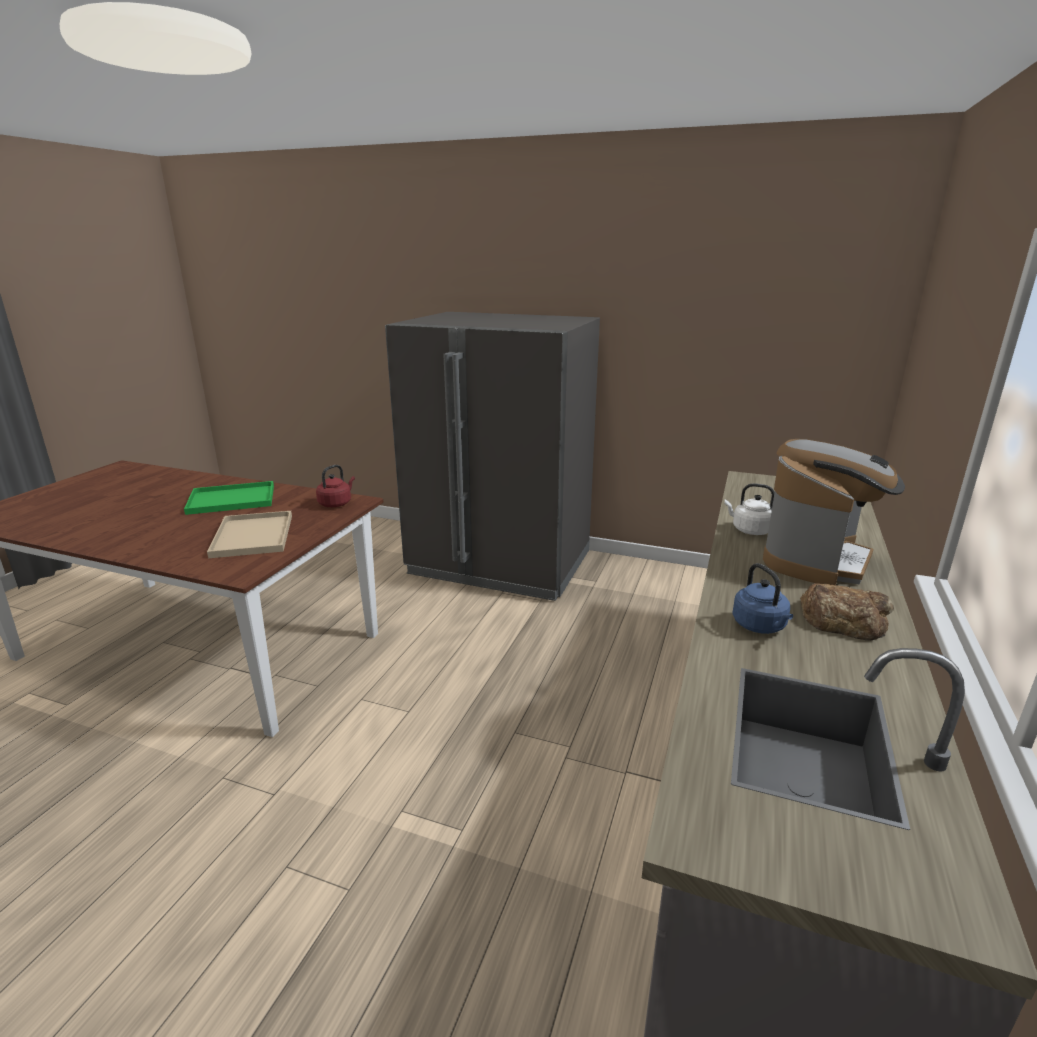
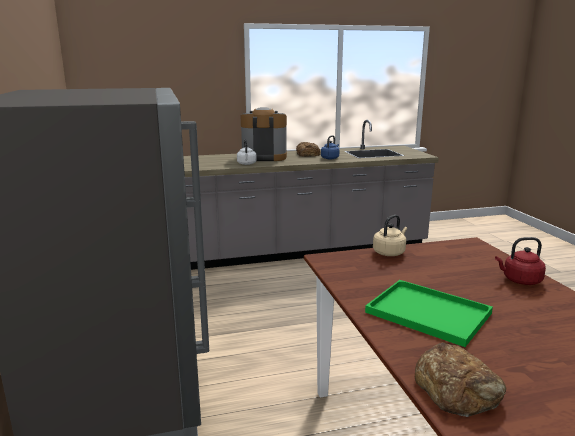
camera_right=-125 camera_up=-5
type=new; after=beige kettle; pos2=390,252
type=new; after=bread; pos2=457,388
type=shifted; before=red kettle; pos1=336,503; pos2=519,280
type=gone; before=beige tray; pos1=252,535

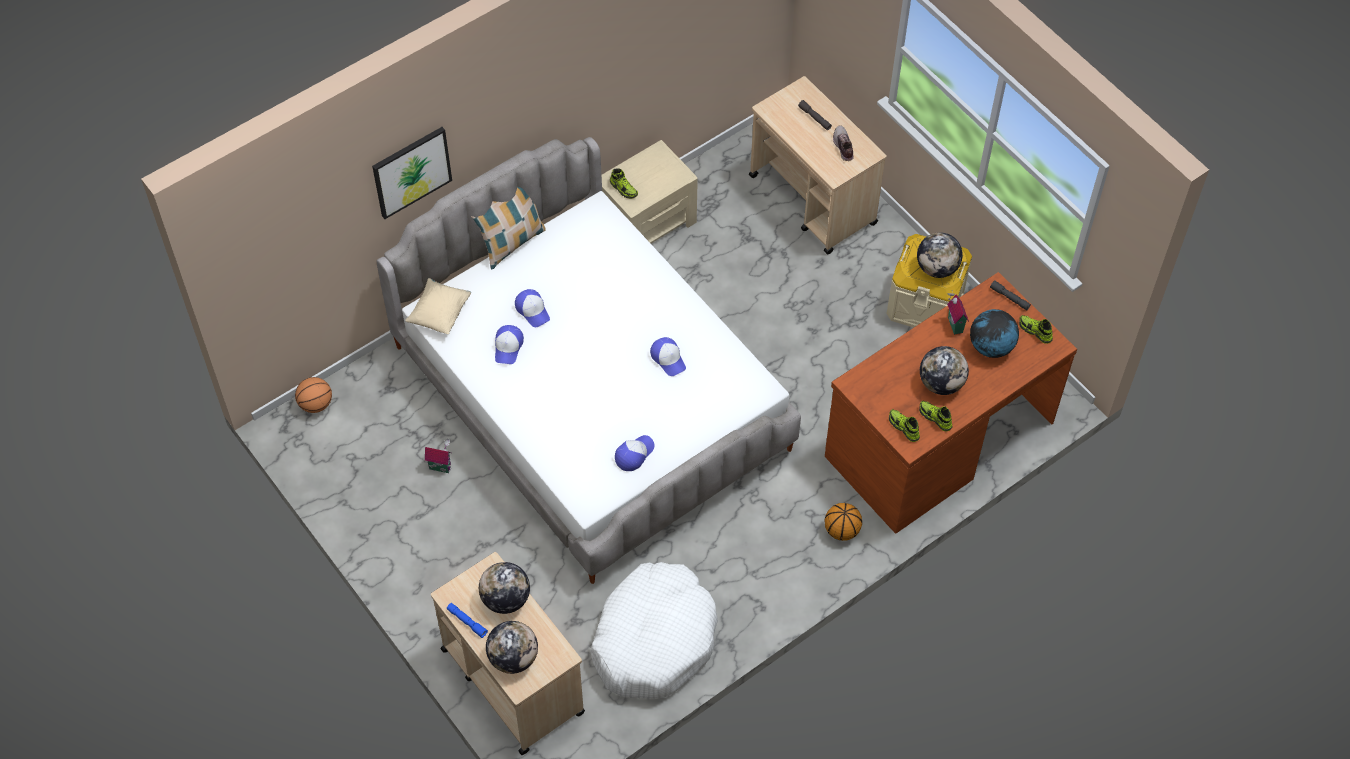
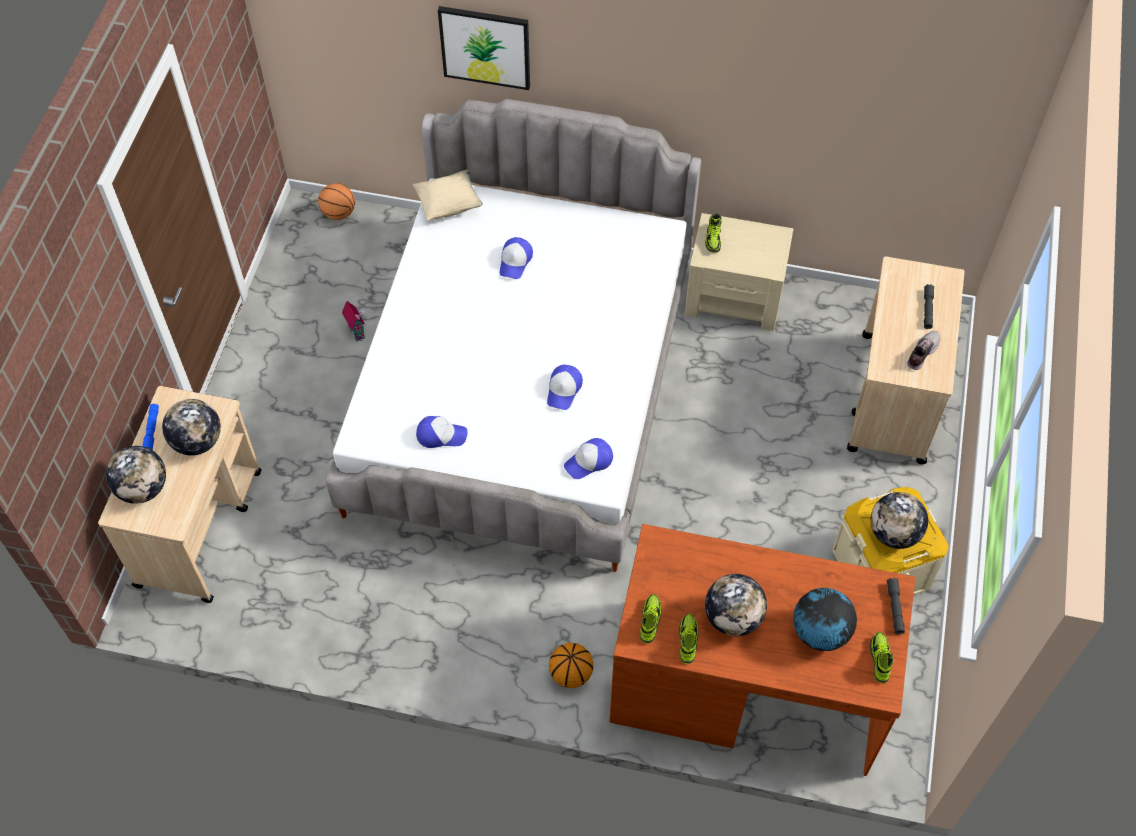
camera_right=50 camera_up=0
type=shifted; before=cap; pos1=508,347; pos2=589,461
type=gone; before=pillow; pos1=511,242
type=gone; before=white dog bed; pos1=654,639
type=gone; before=toy house; pos1=953,325

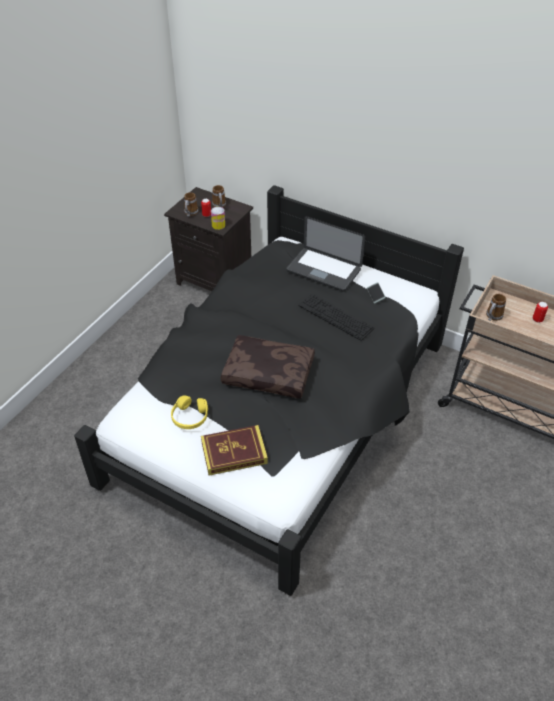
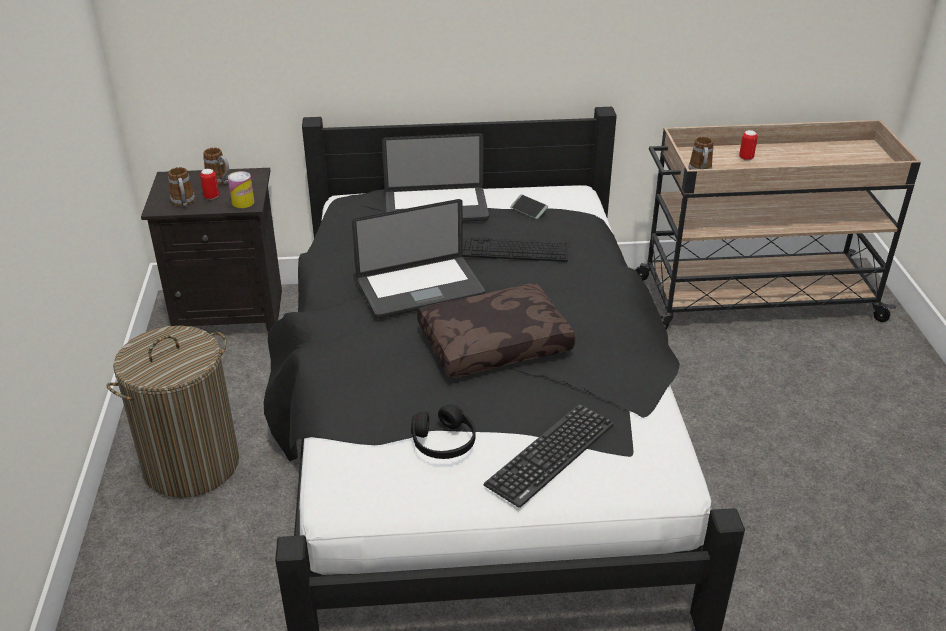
camera_right=-35 camera_up=-10
type=new; after=laundry basket; pos2=192,464
type=new; after=laptop; pos2=420,289
type=repainted; before=yellow headphones; after=black headphones; pos1=190,417; pos2=443,442
type=swapped; before=book; after=keyboard; pos1=234,452; pos2=550,454

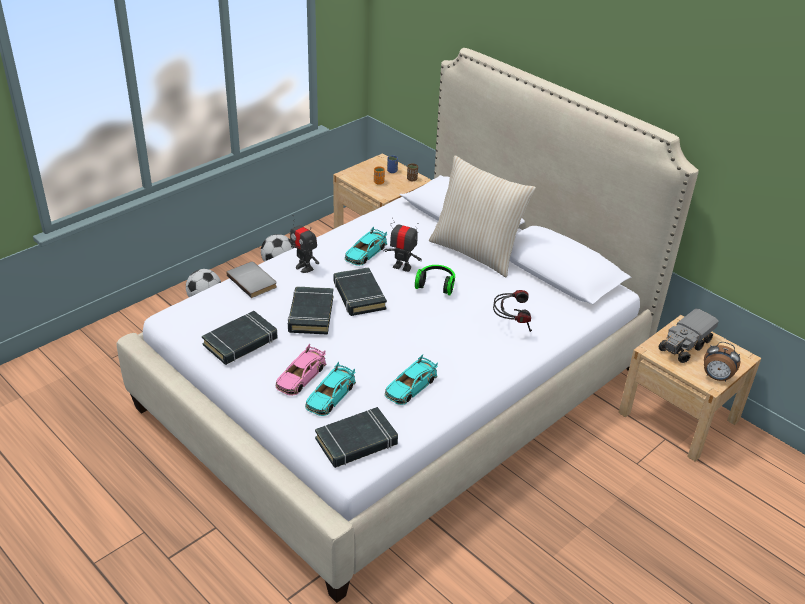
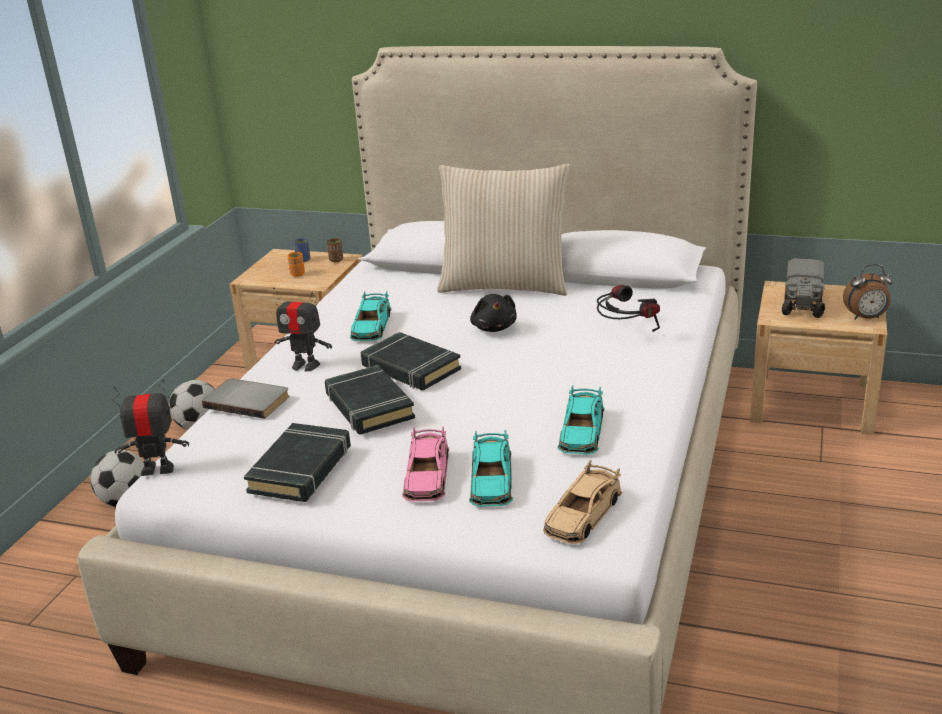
camera_right=-25 camera_up=-10
type=shifted; before=toy robot; pos1=402,267; pos2=157,469
type=swapped; before=headphones; after=black plush toy; pos1=436,285; pos2=494,327
type=swapped; before=black book; after=beige toy car; pos1=356,442; pos2=583,515

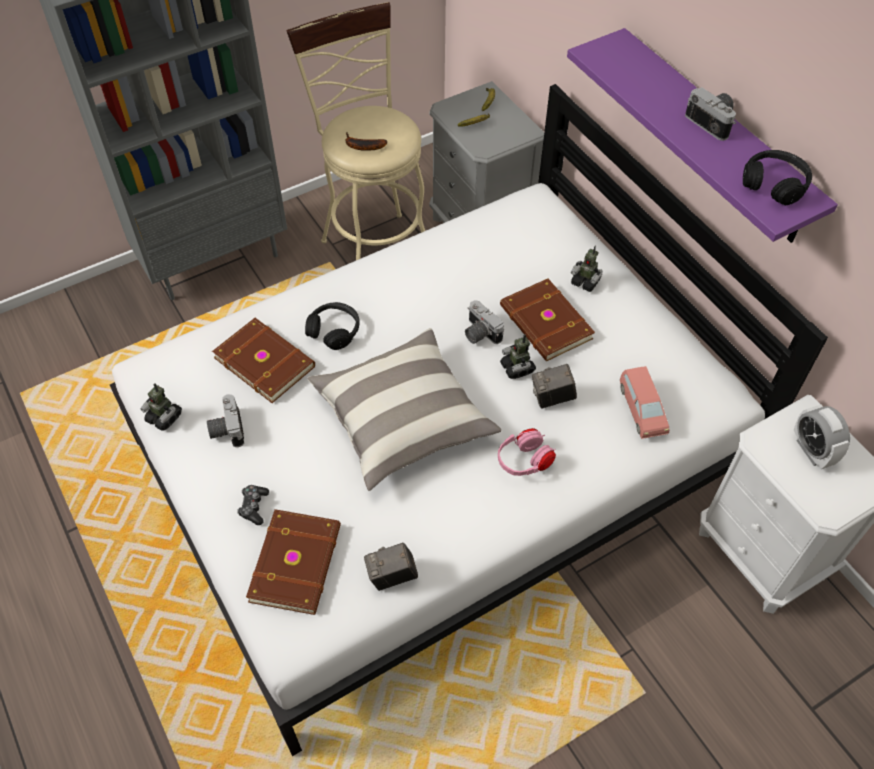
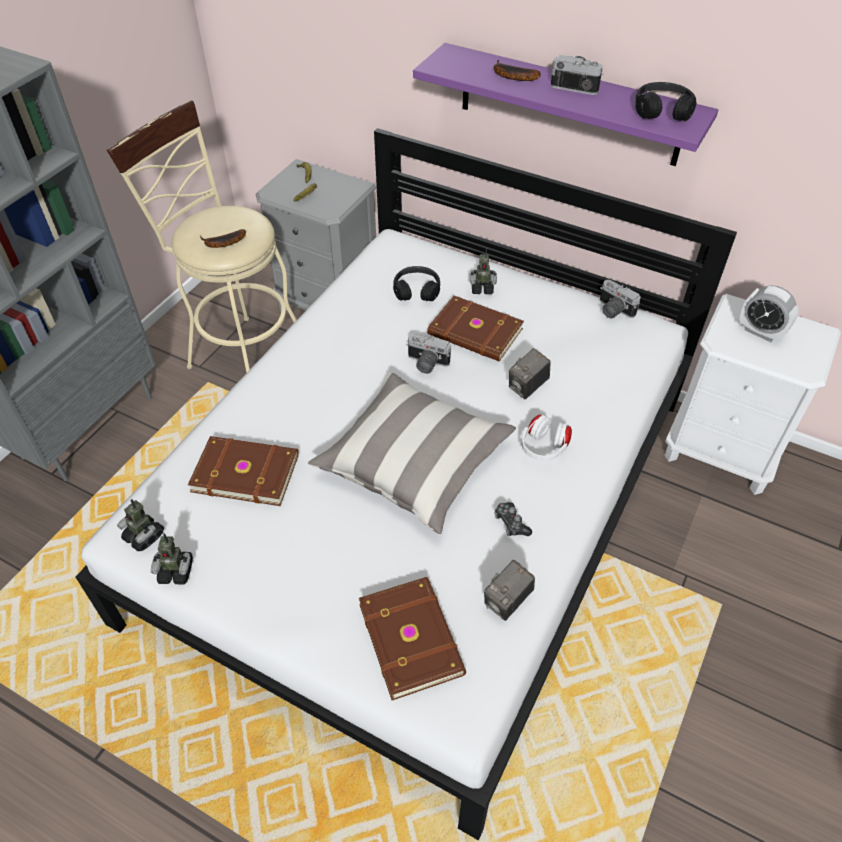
camera_right=-30 camera_up=-5
type=shifted; before=toy robot; pos1=517,368; pos2=144,536
type=shifted; before=black headphones; pos1=334,330; pos2=417,290
type=new; after=banana; pos2=511,76
type=shifted; before=game controller; pos1=254,507; pos2=511,523
type=repainted; before=pink headphones; after=white headphones; pos1=524,461; pos2=544,448
type=shifted; before=photo camera; pos1=226,429; pos2=613,310
type=gone; before=pink toy car; pos1=641,409

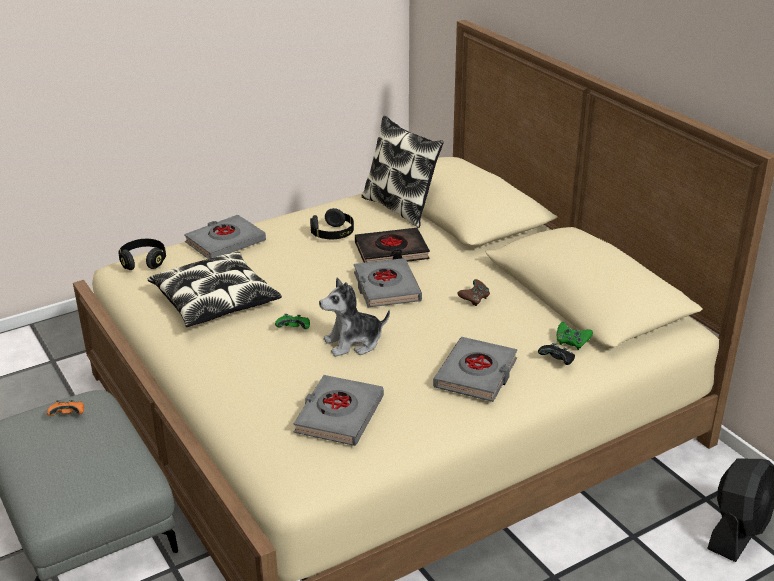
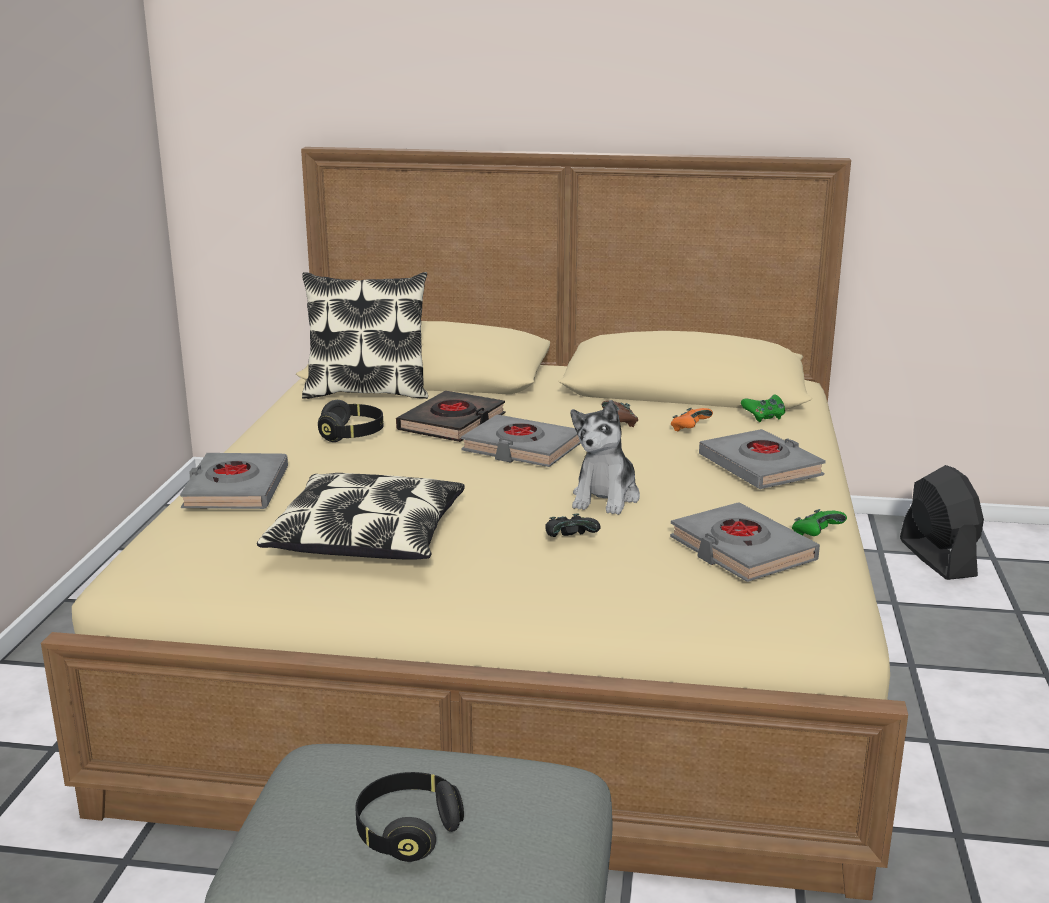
camera_right=-50 camera_up=-10
type=shifted; before=black headphones; pos1=143,262; pos2=407,831
type=shifted; before=black game controller; pos1=557,362; pos2=570,539
type=shifted; before=orange game controller; pos1=68,415; pos2=689,429
type=shifted; before=green game controller; pos1=294,329; pos2=816,536

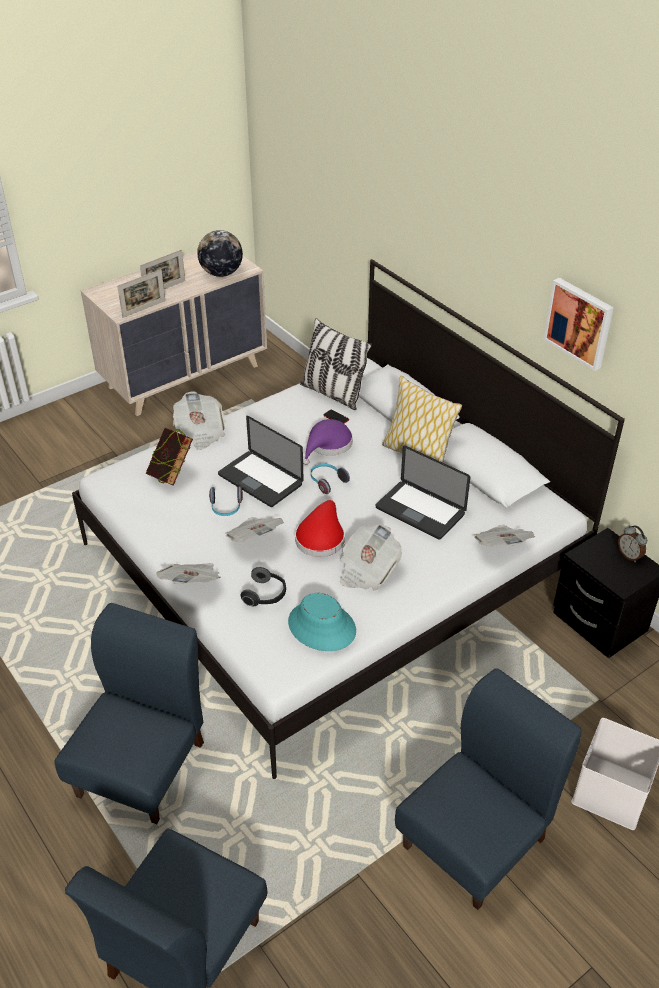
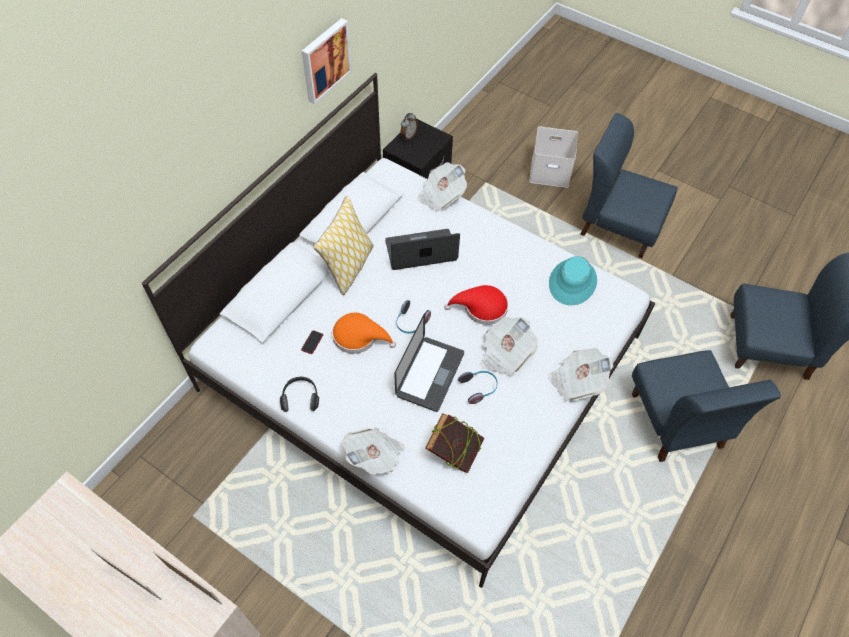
camera_right=-110 camera_up=15
type=shifted; before=headphones; pos1=266,595; pos2=300,398
type=repainted; before=purple hat; after=orange hat; pos1=328,445; pos2=359,336
type=rotated; before=laptop; pos1=420,511; pos2=421,251; turn=-120
type=rotated; before=blue chair; pos1=142,768; pos2=676,421; turn=-105
type=gone; before=globe; pos1=221,273
type=gone; before=pillow; pos1=333,394
type=gone; before=newspaper; pos1=367,570

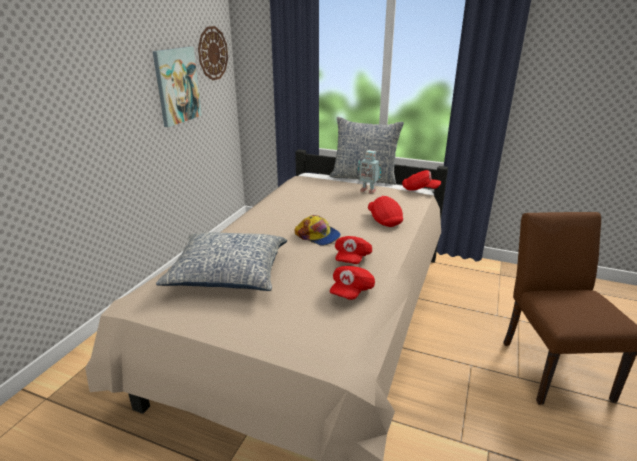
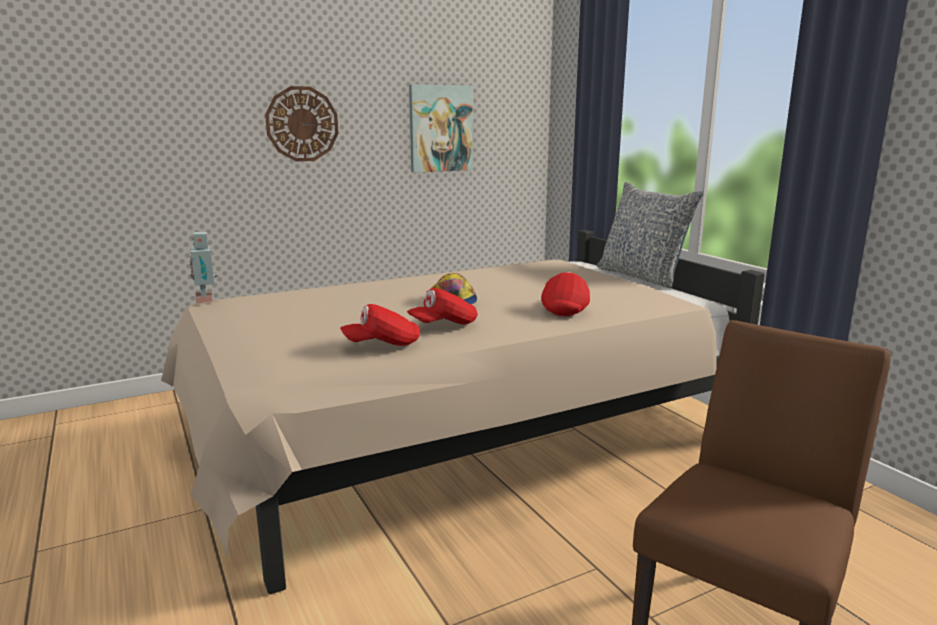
camera_right=40 camera_up=-10
type=shifted; before=toy robot; pos1=368,190; pos2=207,300
type=shifted; before=wall clock; pos1=212,53; pos2=302,124
type=gone; before=pillow; pos1=228,275
type=gone; before=red cap; pos1=420,189

